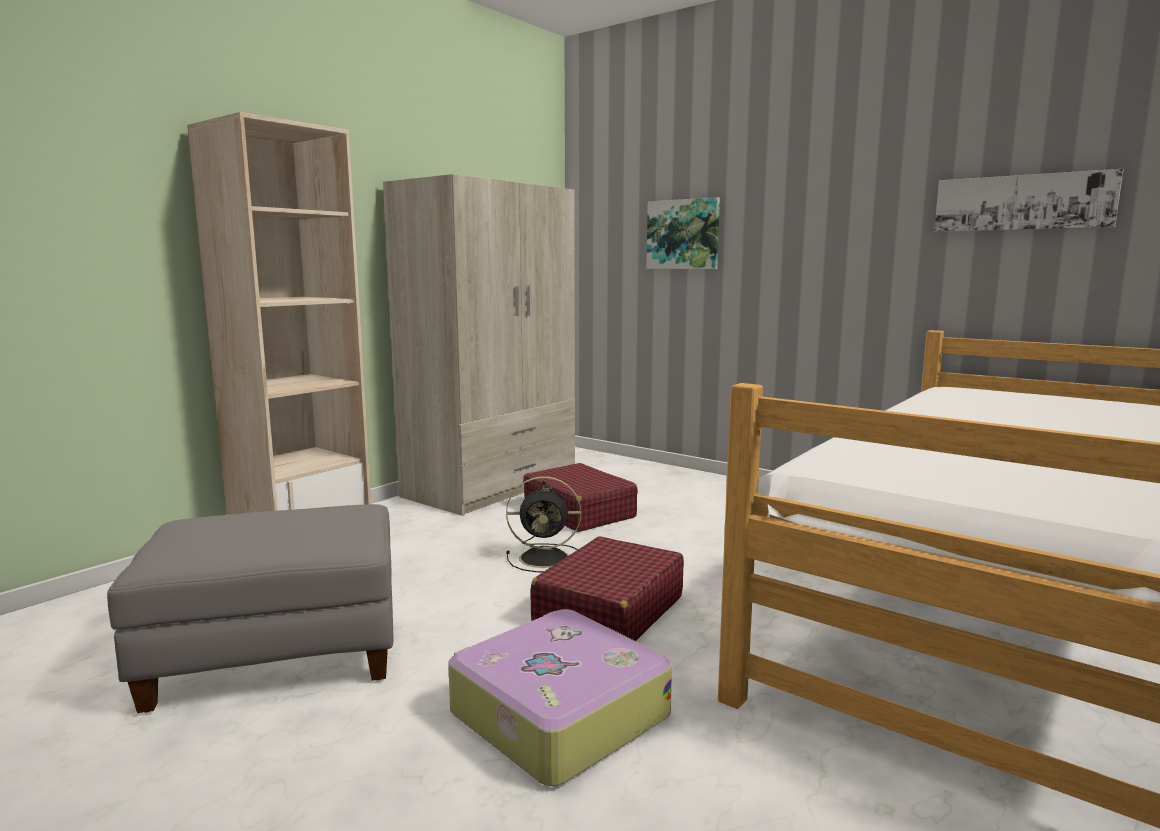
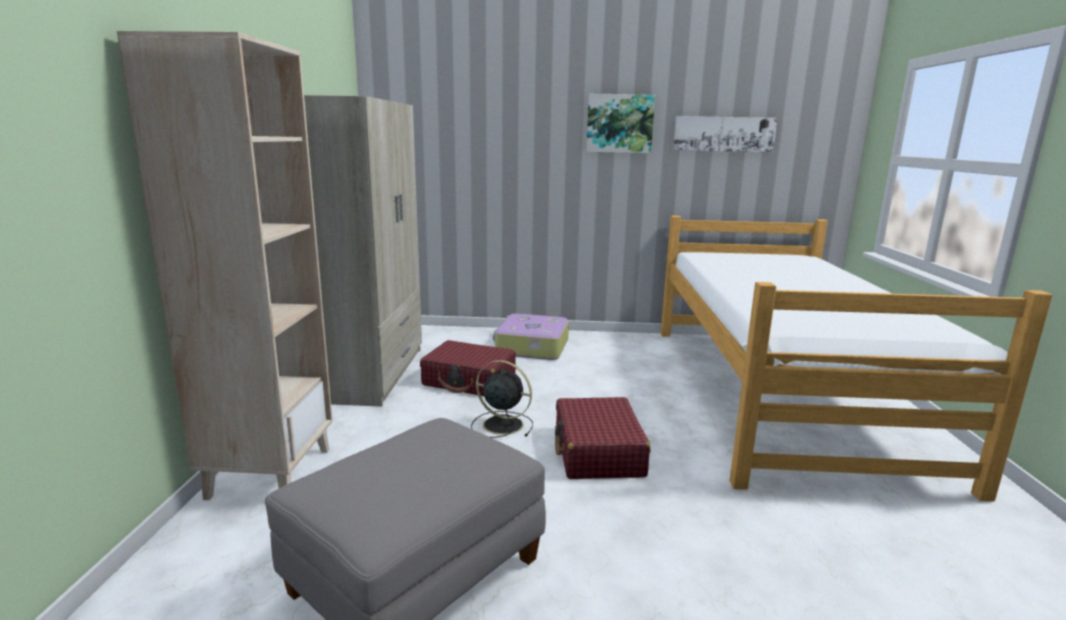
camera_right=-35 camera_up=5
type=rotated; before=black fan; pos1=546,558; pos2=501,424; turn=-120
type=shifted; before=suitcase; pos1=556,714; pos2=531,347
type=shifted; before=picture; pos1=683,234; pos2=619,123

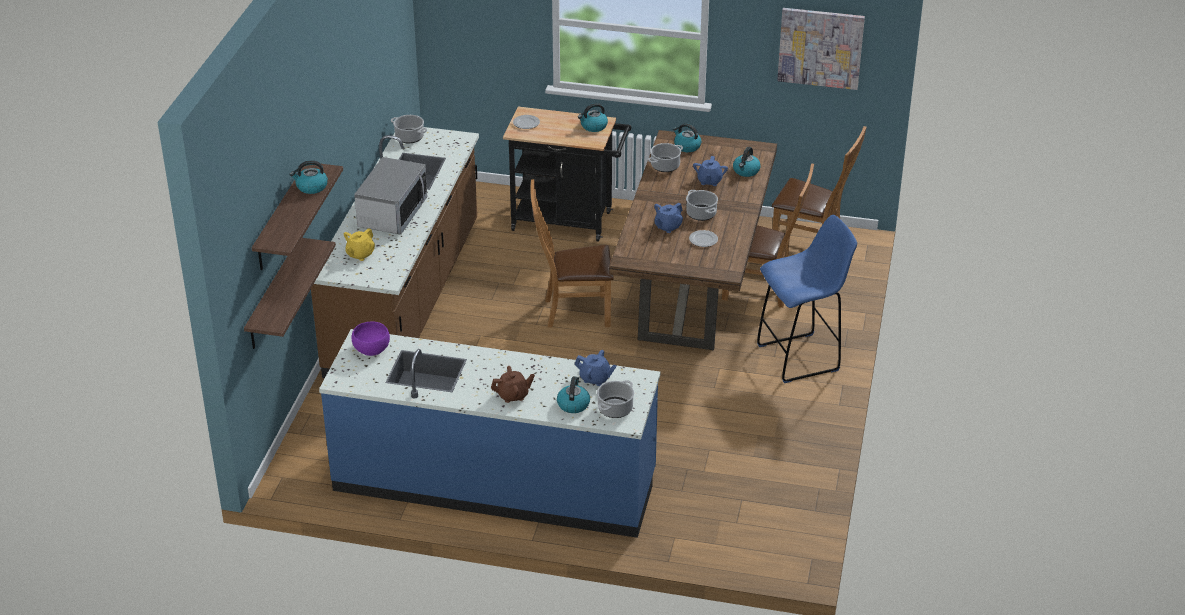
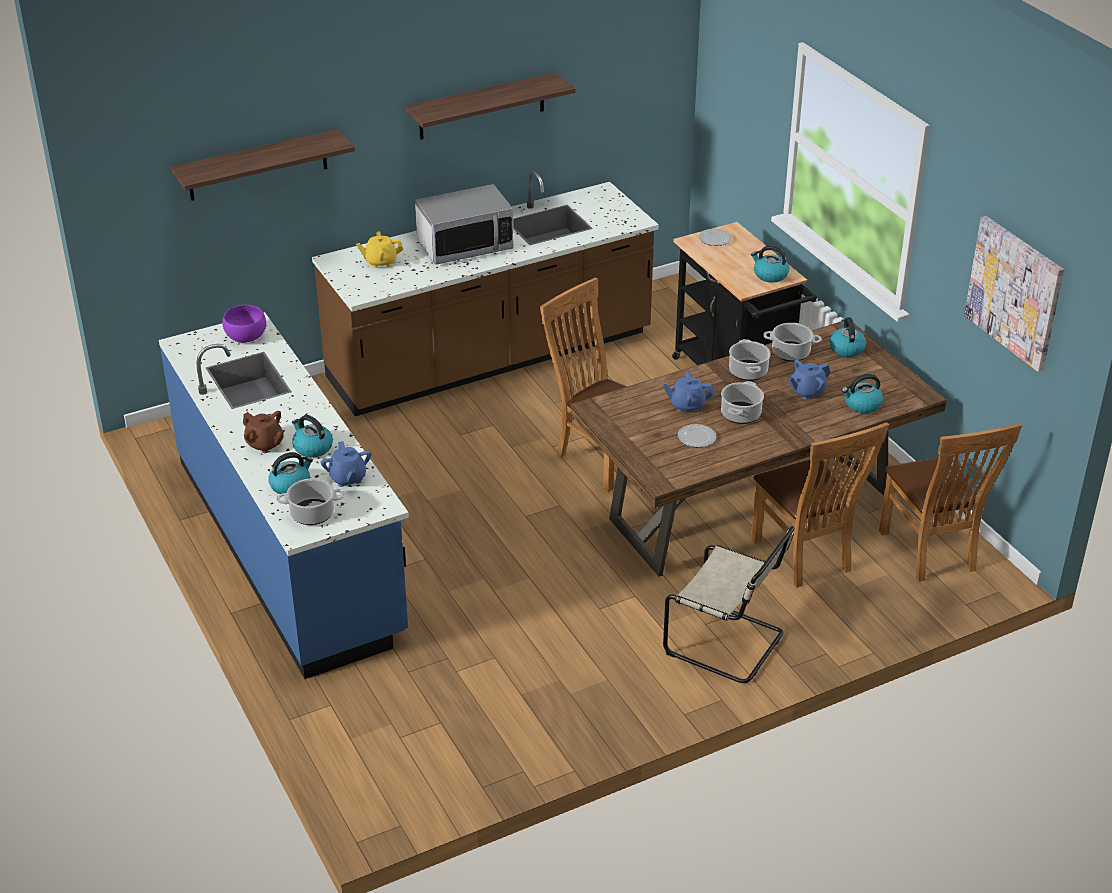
camera_right=50 camera_up=0
type=shifted; before=kettle; pos1=311,187; pos2=312,448
type=shifted; before=shelf; pos1=274,295; pos2=481,106
type=swapped; before=blue stool; after=beige chair; pos1=800,357; pos2=728,644
type=shifted; before=cooking pot; pos1=410,137; pos2=748,372

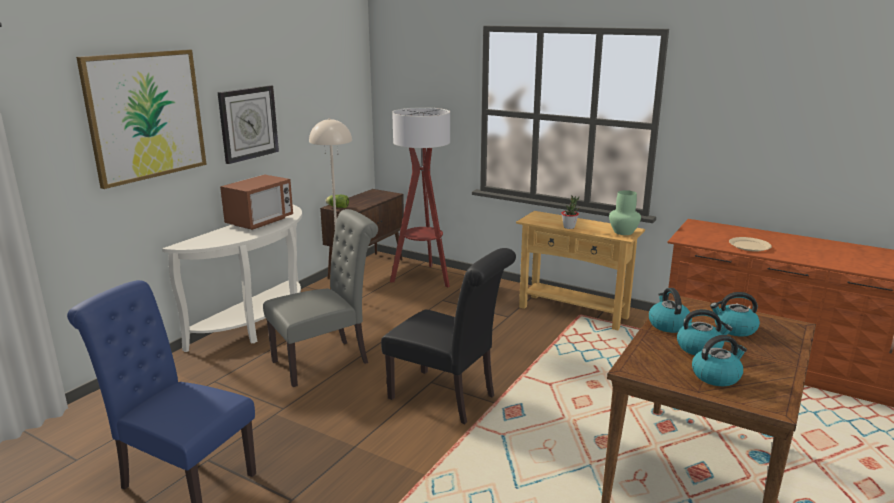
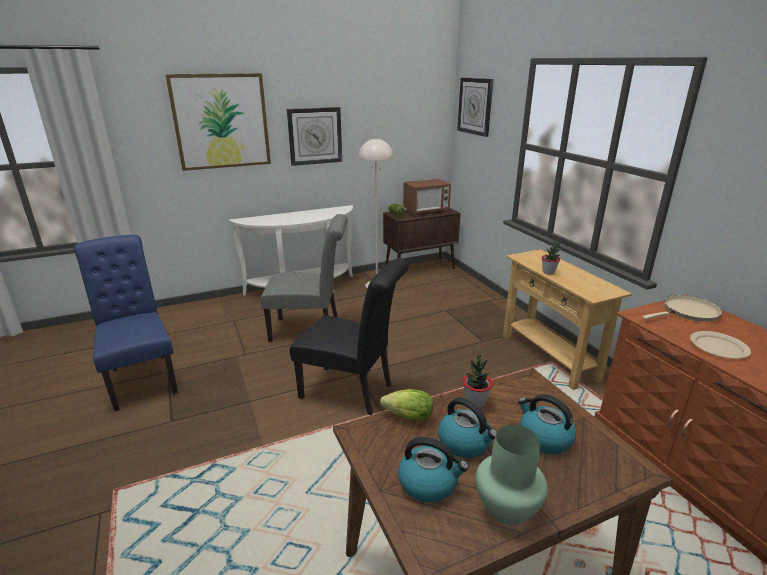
camera_right=35 camera_up=5
type=rotated; before=black chair; pos1=448,398; pos2=352,392; turn=-45
type=new; after=lettuce; pos2=405,417
type=shifted; before=microwave; pos1=260,222; pos2=426,210
type=new; after=wall clock; pos2=475,106
type=swapped; before=kettle; after=potted plant; pos1=668,325; pos2=475,402
type=shifted; before=green vase; pos1=623,232; pos2=508,508
type=new; after=beige frying pan; pos2=687,312
type=gone; before=floor lamp; pos1=423,278

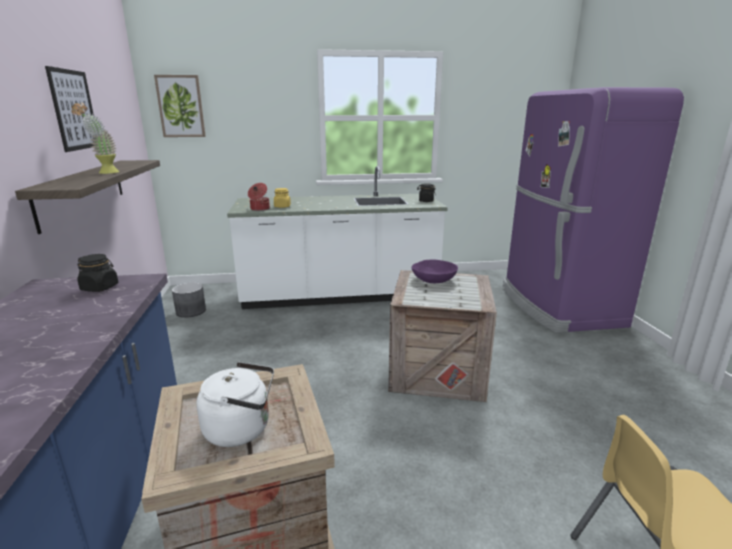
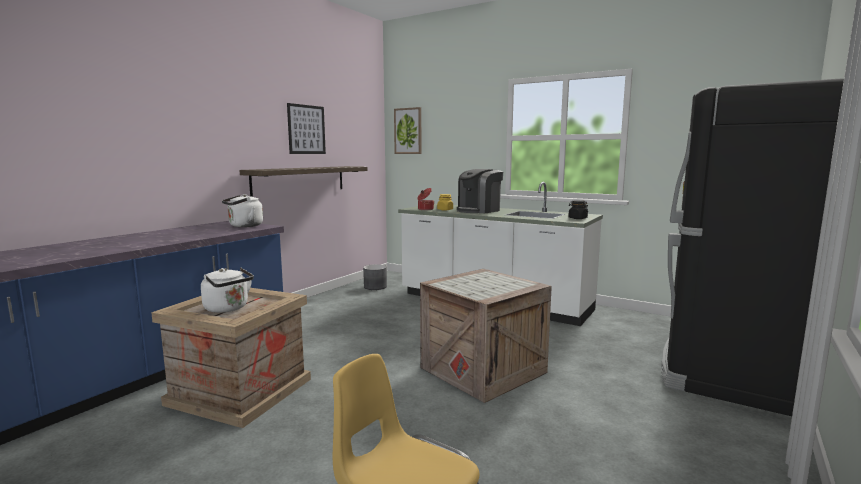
camera_right=40 camera_up=-10
type=swapped; before=black jar; after=white kettle; pos1=100,288; pos2=244,226
type=new; after=coffee machine; pos2=479,210
type=repainted; before=purple fridge; after=black fridge; pos1=558,306; pos2=723,370
type=gone; before=potted plant; pos1=104,173
type=gone; before=purple bowl; pos1=434,280

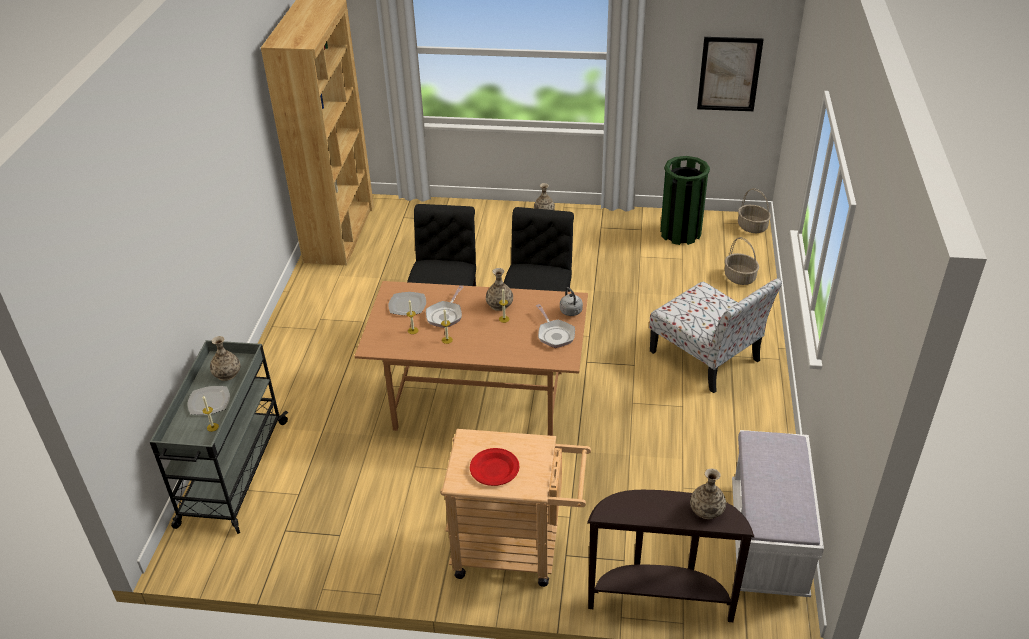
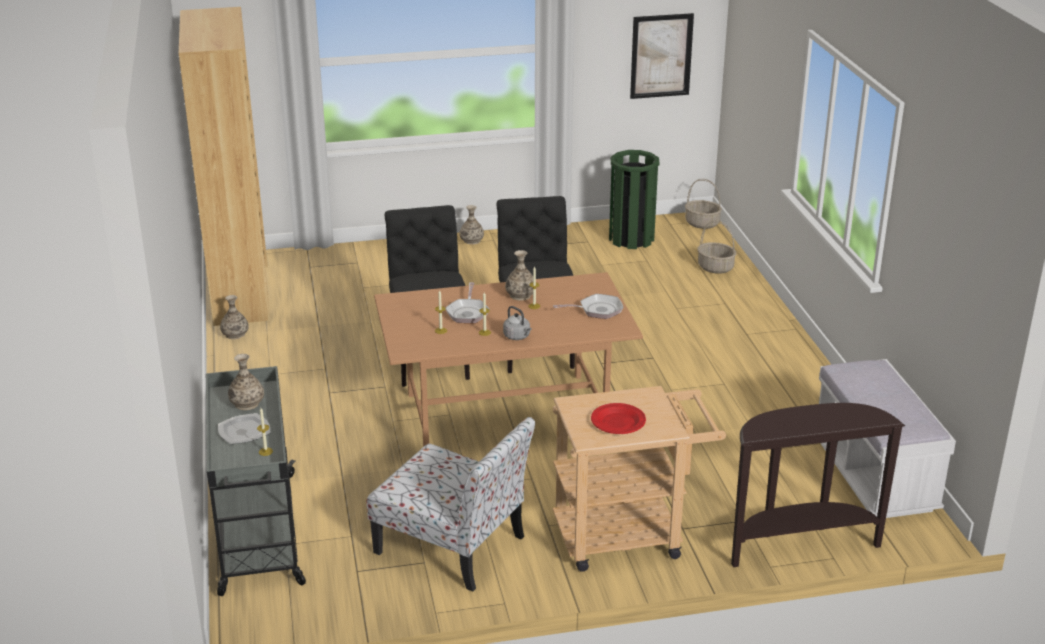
camera_right=-20 camera_up=-10
type=shifted; before=vase; pos1=707,510; pos2=235,334
type=shifted; before=chair; pos1=707,357; pos2=453,546
type=shifted; before=grey kettle; pos1=571,312; pos2=517,336
type=rotated; before=frying pan; pos1=555,334; pos2=597,310; turn=-60
type=gone; before=plate; pos1=408,305

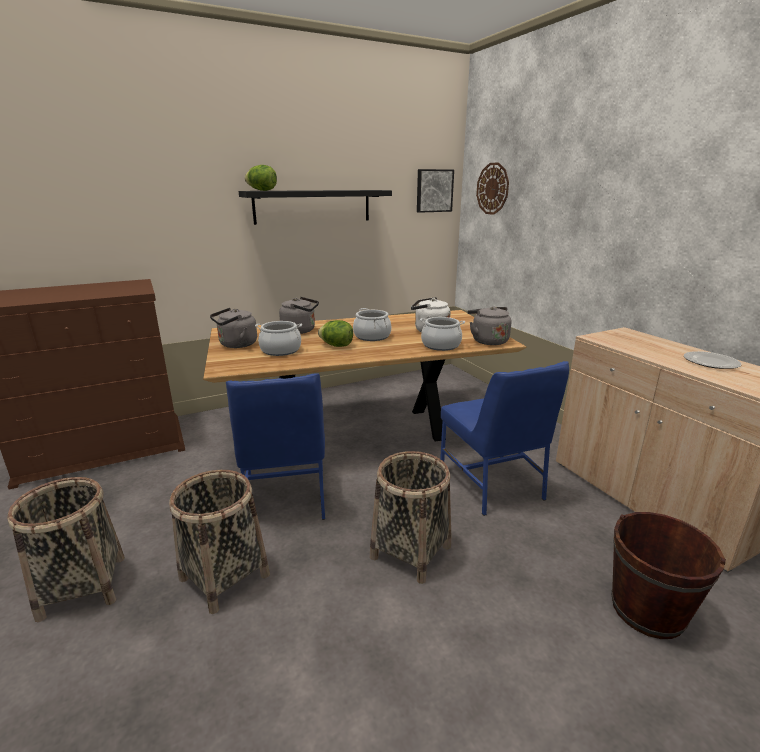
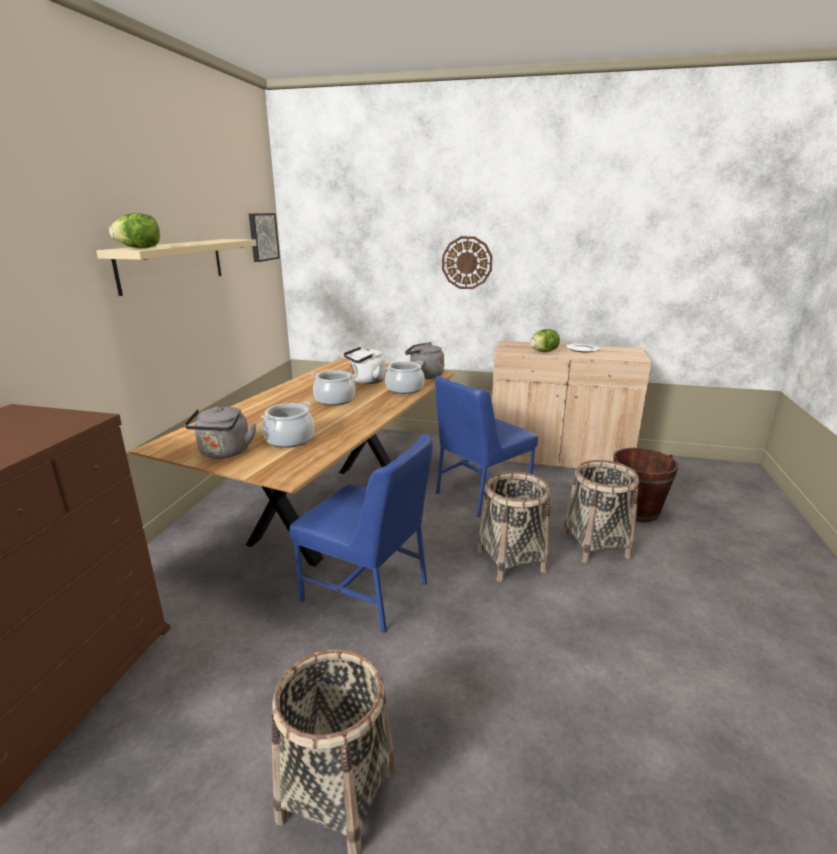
camera_right=-50 camera_up=0
type=repainted; before=black shelf; after=beige shelf; pos1=313,206; pos2=173,264
type=rotated; before=blue chair; pos1=492,484; pos2=480,493; turn=120
type=shifted; before=wall clock; pos1=492,188; pos2=467,263
type=shifted; before=lettuce; pos1=336,345; pos2=543,352
type=shifted; before=basket; pos1=225,576; pos2=596,545
type=gone; before=grey kettle; pos1=300,330

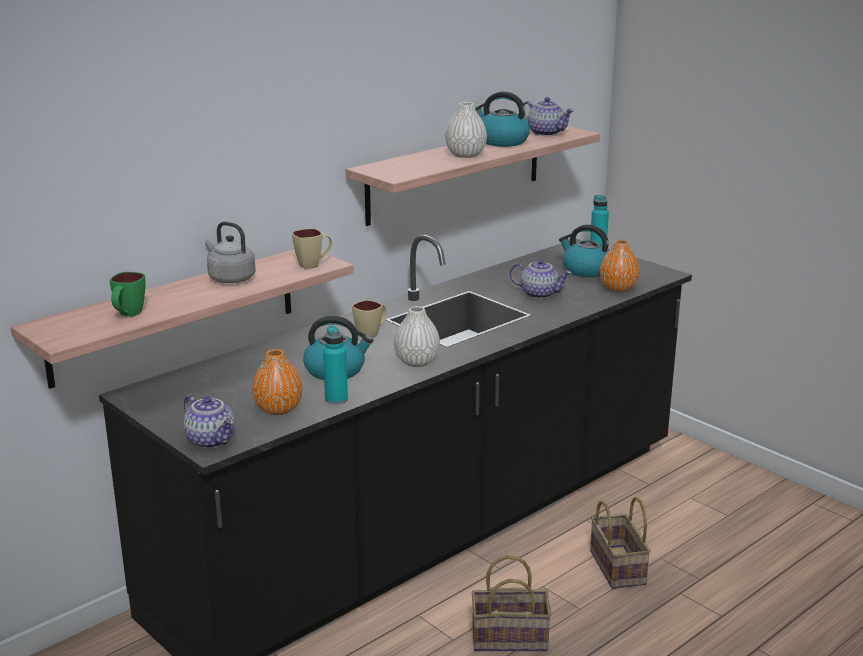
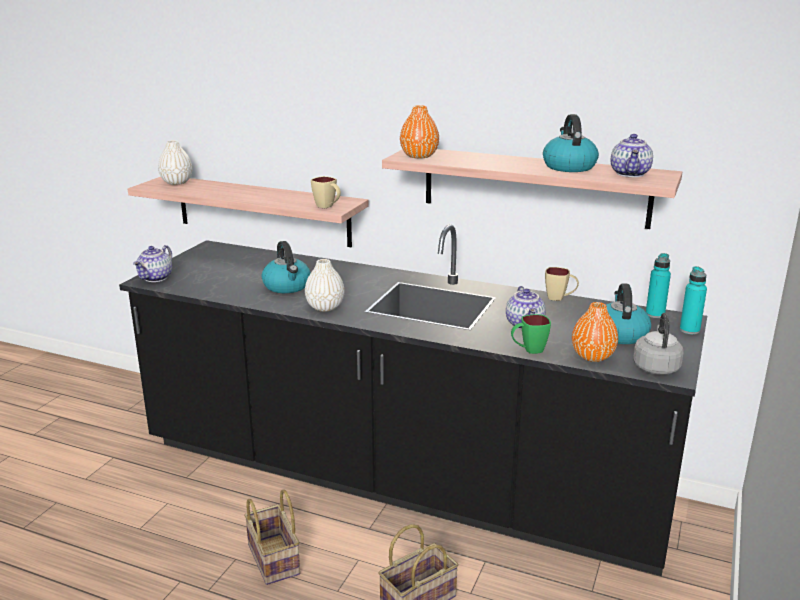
camera_right=65 camera_up=0
type=shifted; before=white vase; pos1=465,155; pos2=176,182
type=shifted; before=orange vase; pos1=278,409; pos2=419,156
type=shifted; before=green mug; pos1=128,315; pos2=528,350
type=shifted; before=beige mug; pos1=371,334; pos2=560,298
type=shifted; before=grey kettle; pos1=230,278; pos2=656,367
type=shifted; before=turquoise bottle; pos1=336,399; pos2=655,314

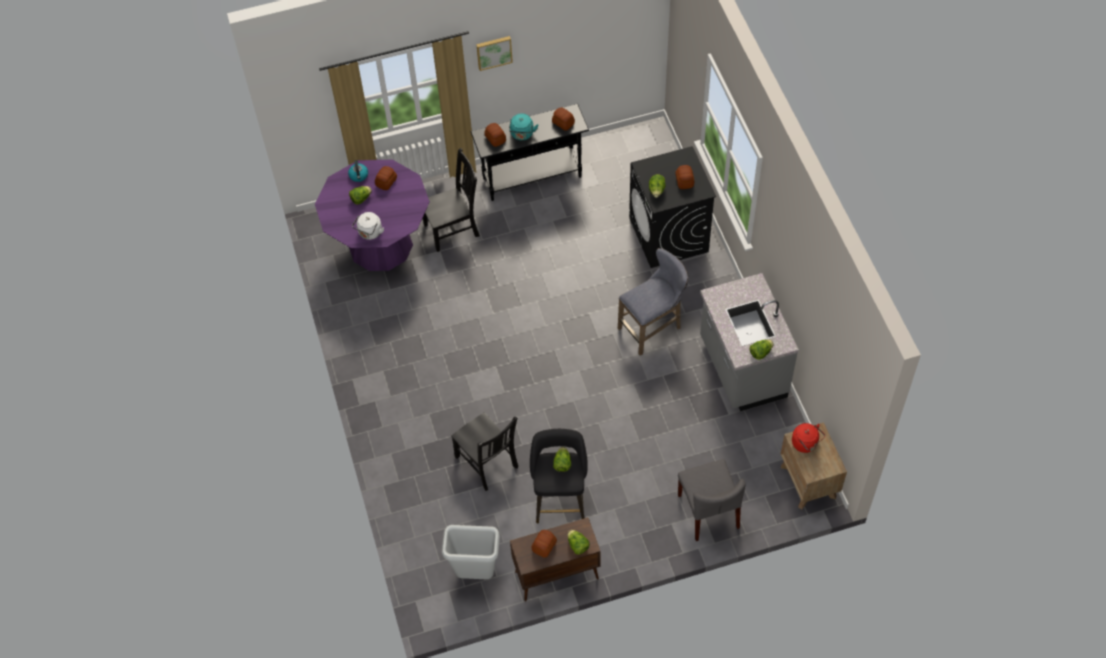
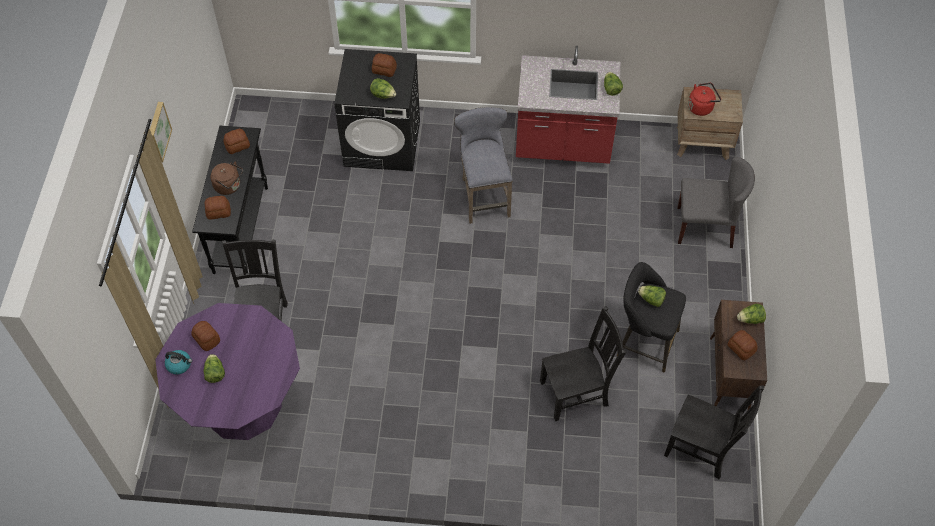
camera_right=-70 camera_up=0
type=repainted; before=turquoise kettle; after=brown kettle; pos1=522,134; pos2=229,186
type=repainted; before=grey counter; after=red counter; pos1=741,368; pos2=563,145
type=swapped; before=grey trash can; after=black chair; pos1=475,573; pos2=702,448
type=gone; before=white kettle; pos1=369,233

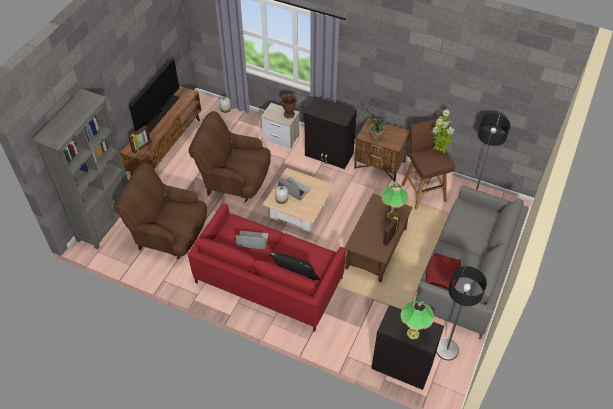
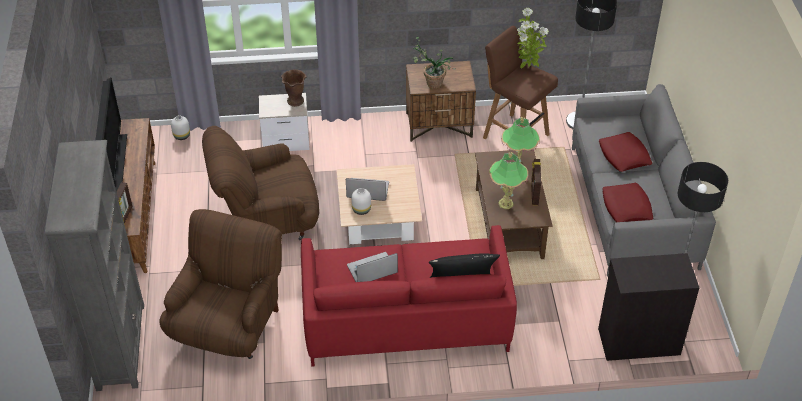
camera_right=-30 camera_up=-5
type=rotated; before=brown armchair; pos1=169,236; pos2=228,325; turn=120
type=shifted; before=table lamp; pos1=412,333; pos2=505,203
type=new; after=red pillow; pos2=624,156
type=gone; before=black cabinet; pos1=329,155

